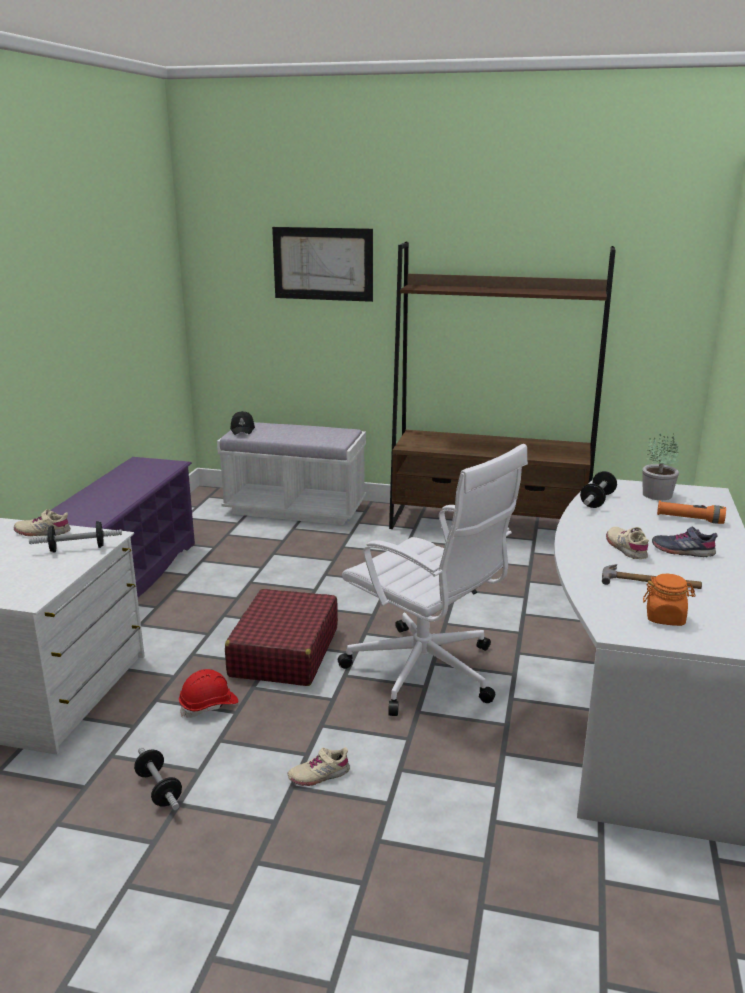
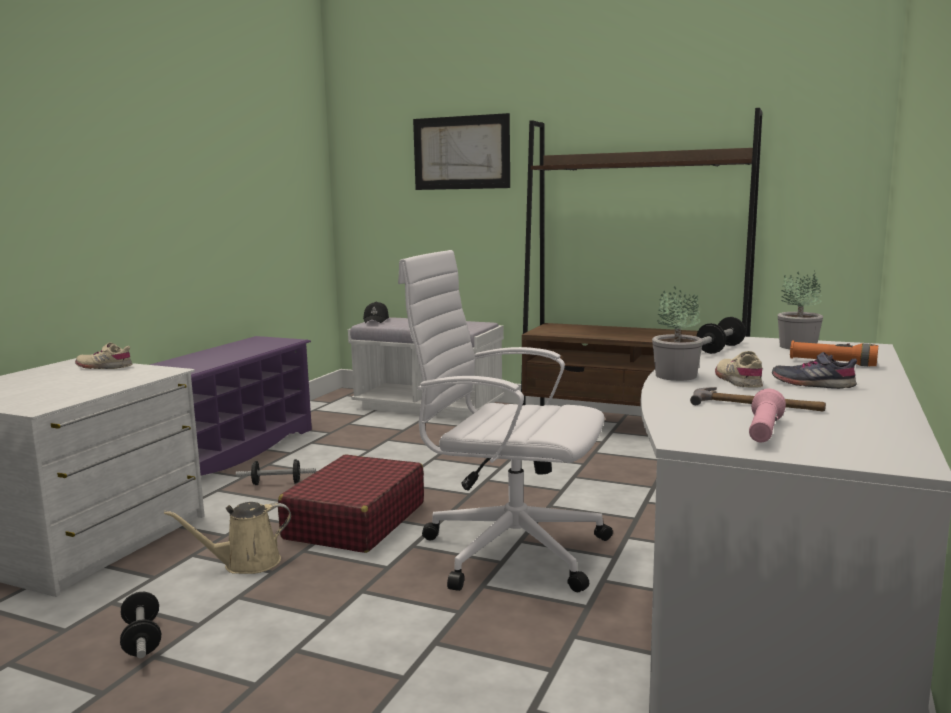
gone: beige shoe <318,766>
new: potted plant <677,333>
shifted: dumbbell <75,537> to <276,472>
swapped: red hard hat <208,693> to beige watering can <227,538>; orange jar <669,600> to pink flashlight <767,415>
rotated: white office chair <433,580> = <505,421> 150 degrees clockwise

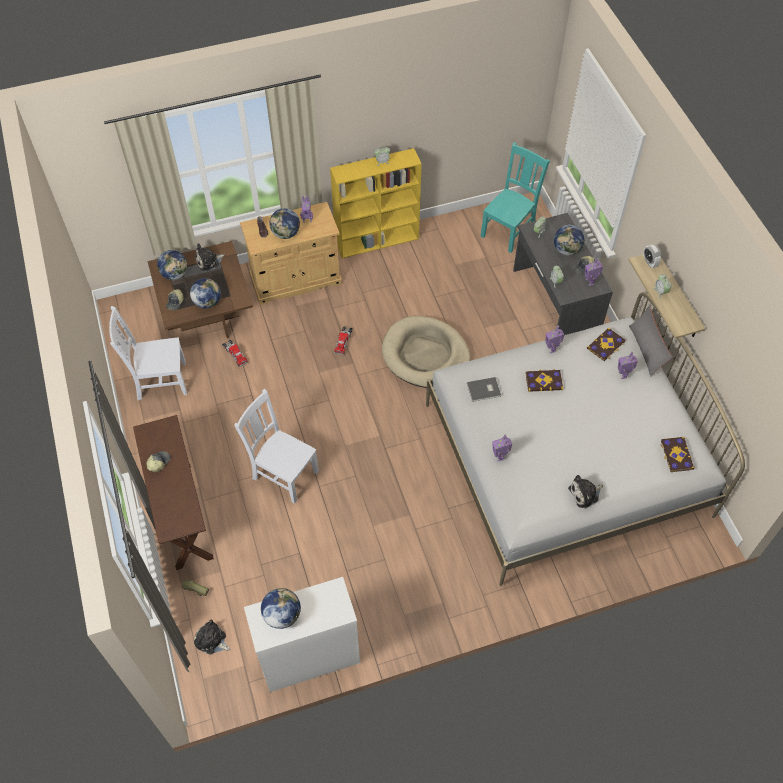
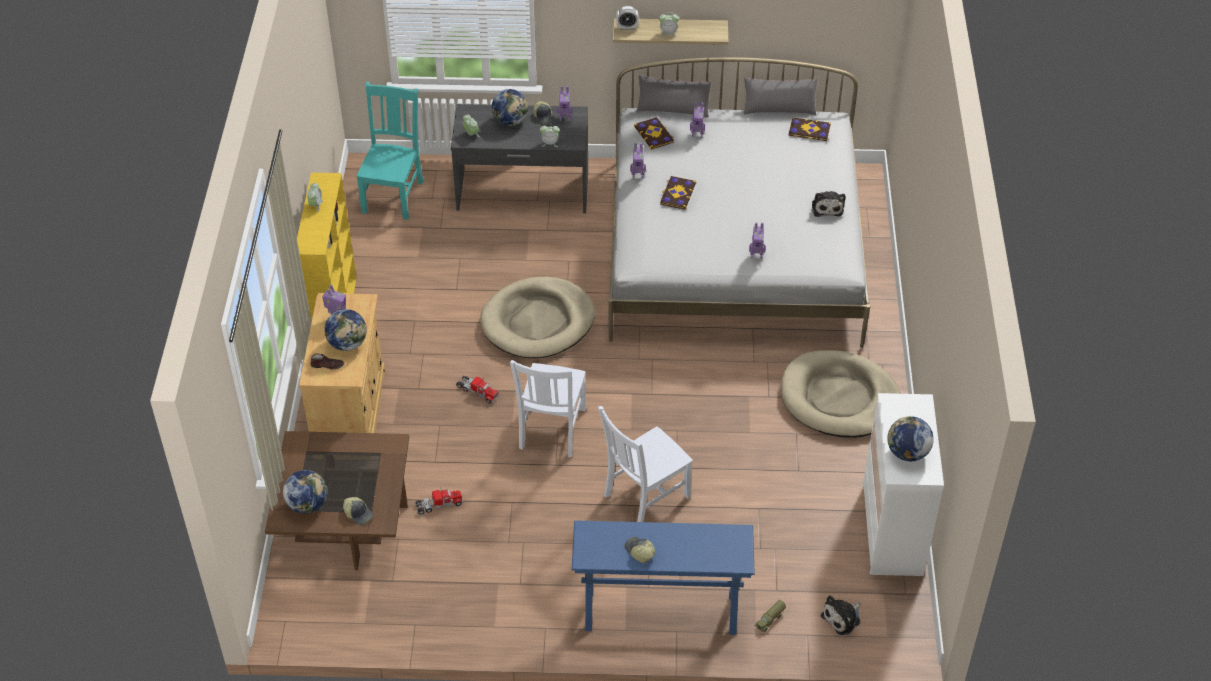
gone: globe <205,293>; plush toy <210,257>; grey book <484,389>
new: grey pillow <780,96>; beige dog bed <840,394>
shifted: white chair <148,353> to <548,408>
repainted: brown console table <173,492> to blue console table <663,577>
rotated: turquoise chair <515,197> = <390,151> 45 degrees clockwise

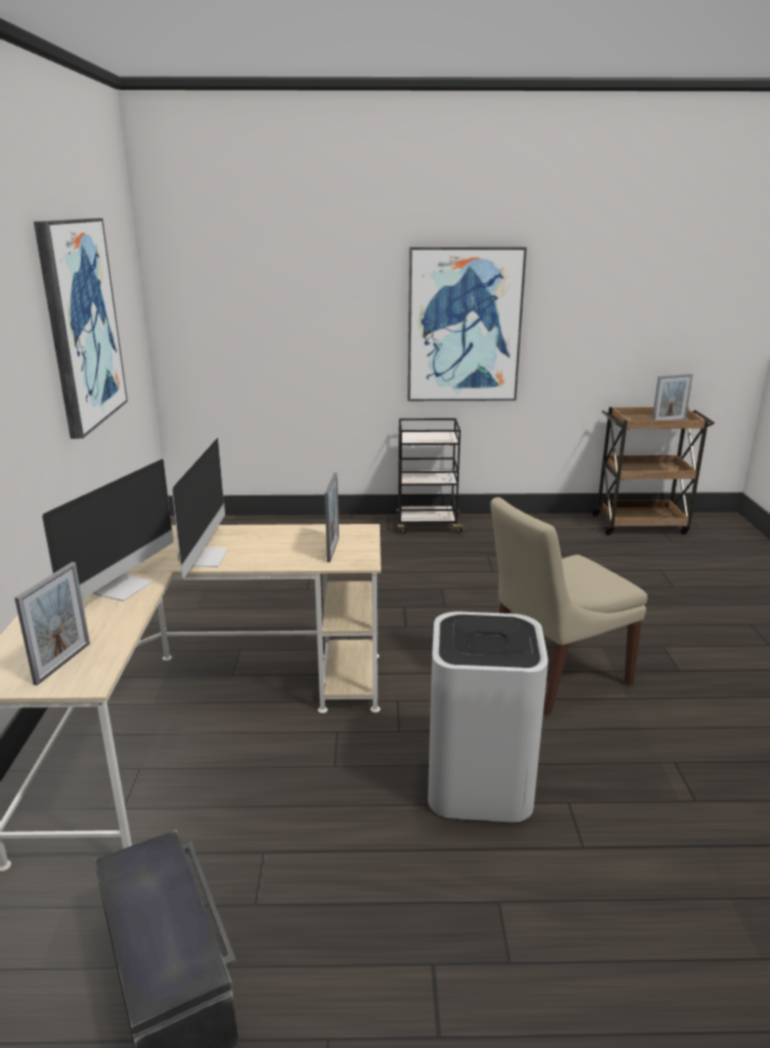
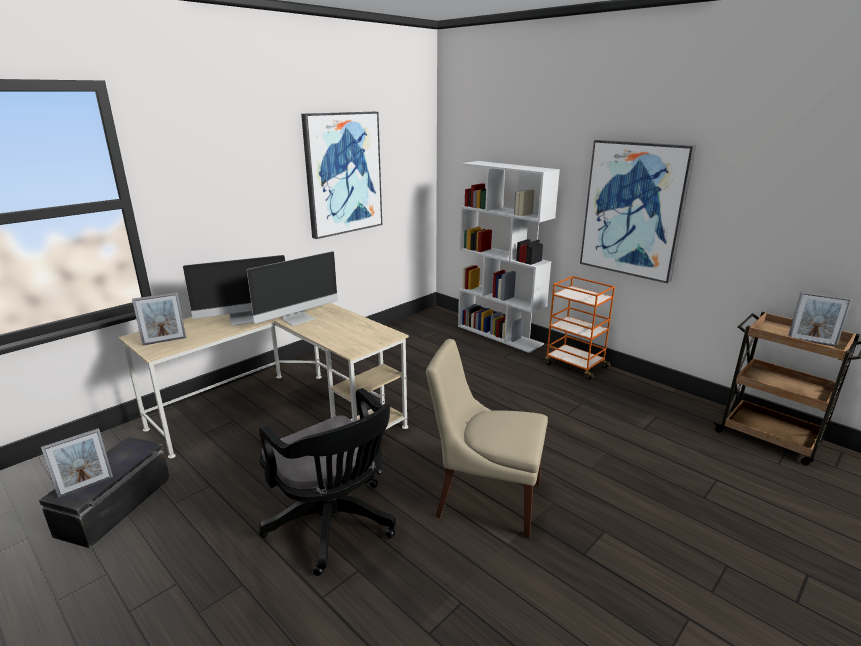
new: white bookcase <509,257>
shifted: picture frame <332,517> to <77,463>
swapped: white trash can <488,716> to black office chair <327,482>
repainted: black cart <430,476> to orange cart <580,328>

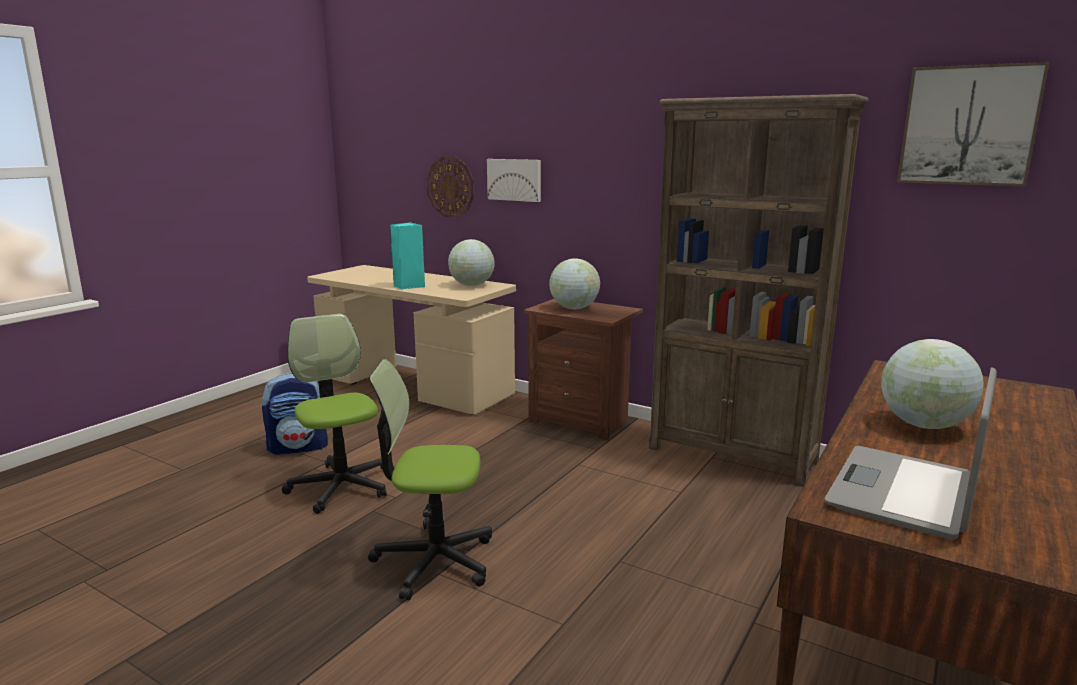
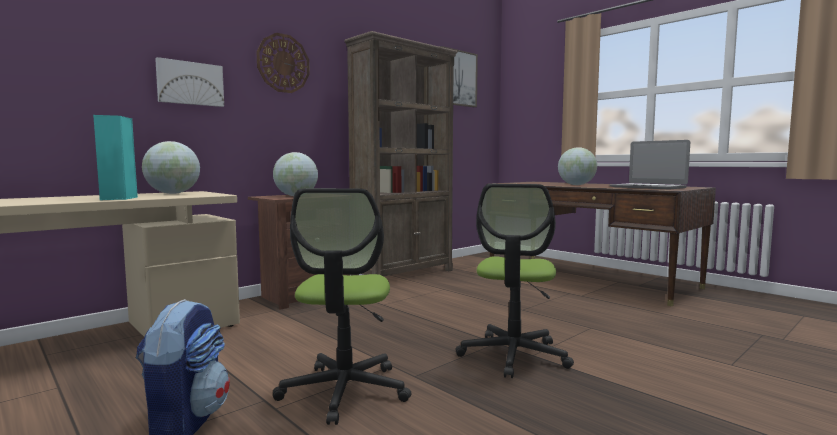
shifted: wall clock <450,187> to <283,63>
rotated: office chair <334,413> = <342,306> 75 degrees counterclockwise

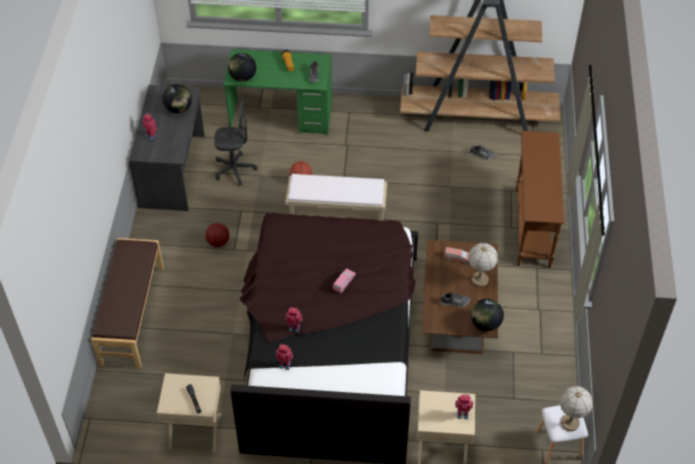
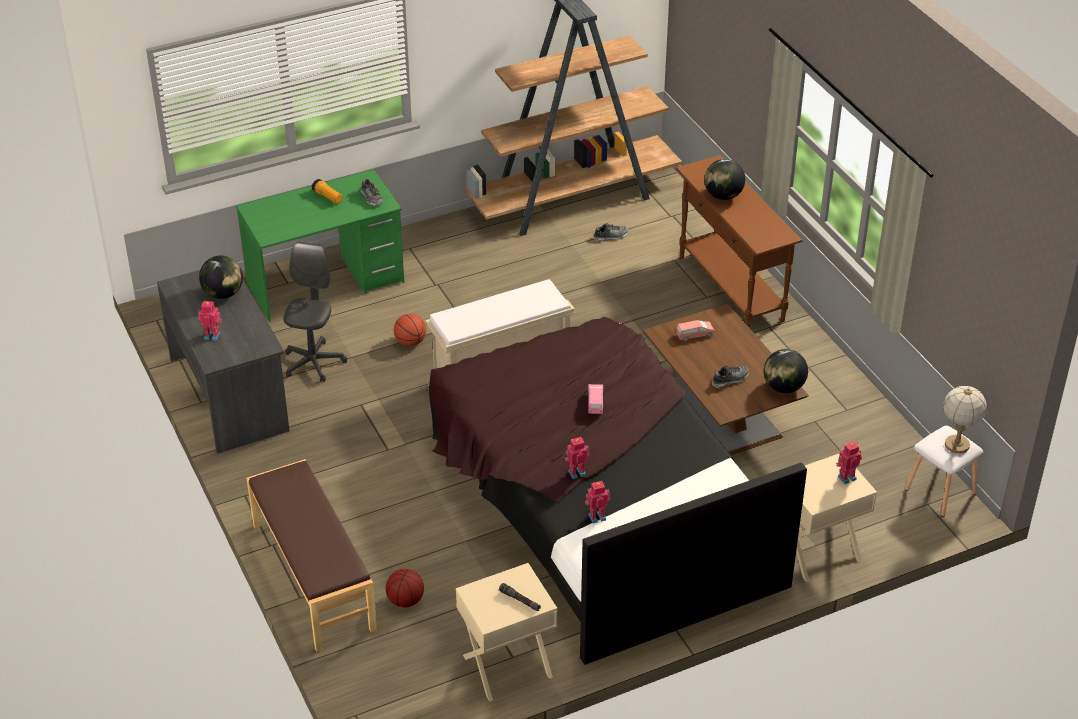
gone: table lamp <483,265>
shifted: basketball <217,235> to <405,588>; globe <242,67> to <724,179>
rotated: grey office chair <235,142> = <315,312> 45 degrees counterclockwise

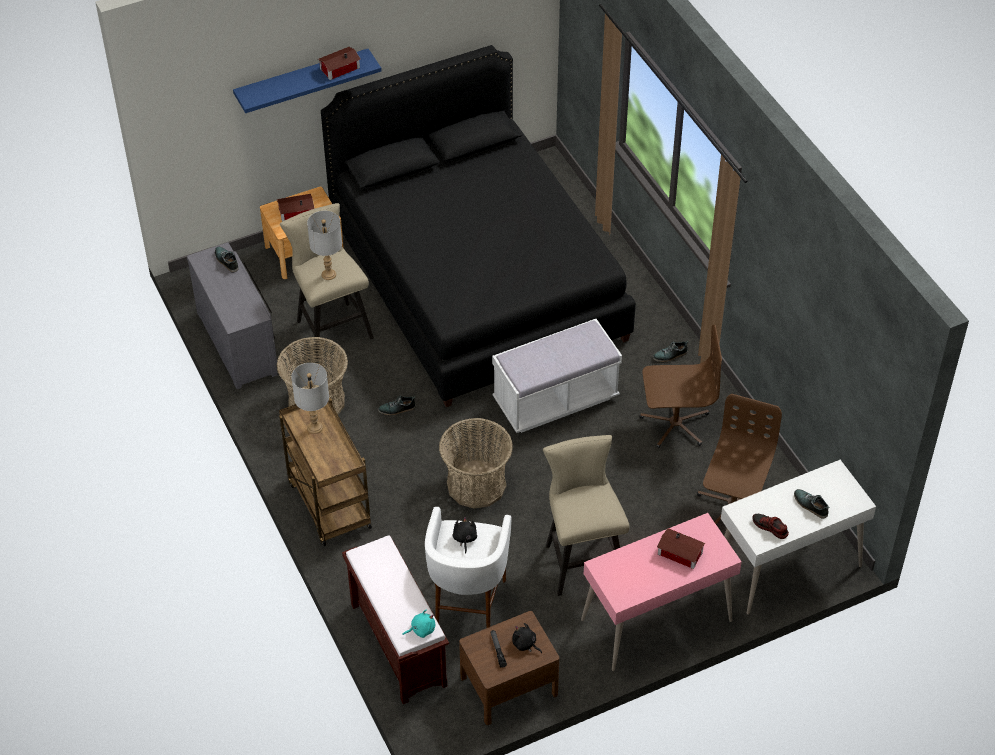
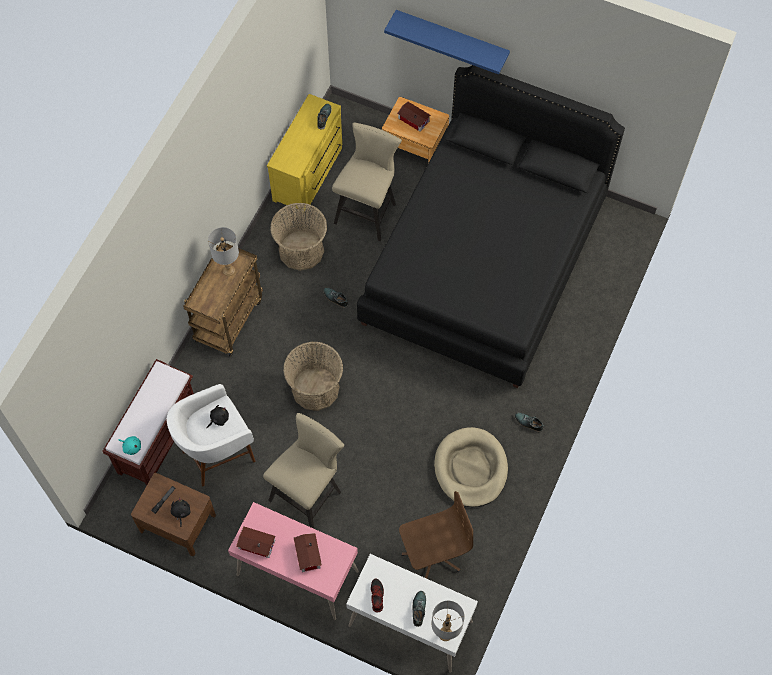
gone: white bench <557,376>
shifted: toy house <339,63> to <256,542>; grey table lamp <324,245> to <448,621>
swapped: brown office chair <681,386> to beige dog bed <471,467>
repainted: grey dresser <232,315> to yellow dresser <304,152>

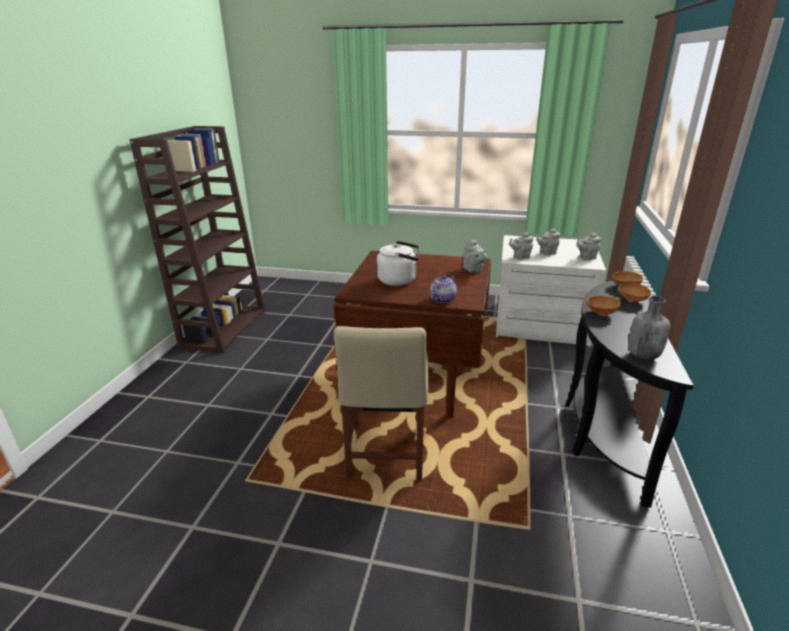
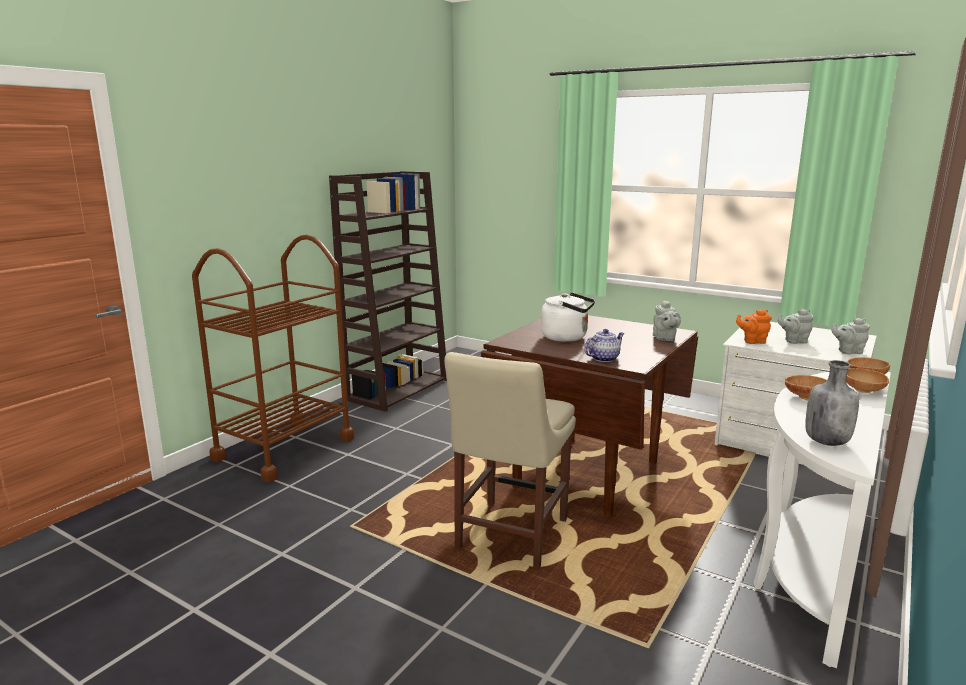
new: brown cart <273,358>
repainted: grey teapot <521,246> to orange teapot <754,326>; black console table <629,394> to white console table <822,520>

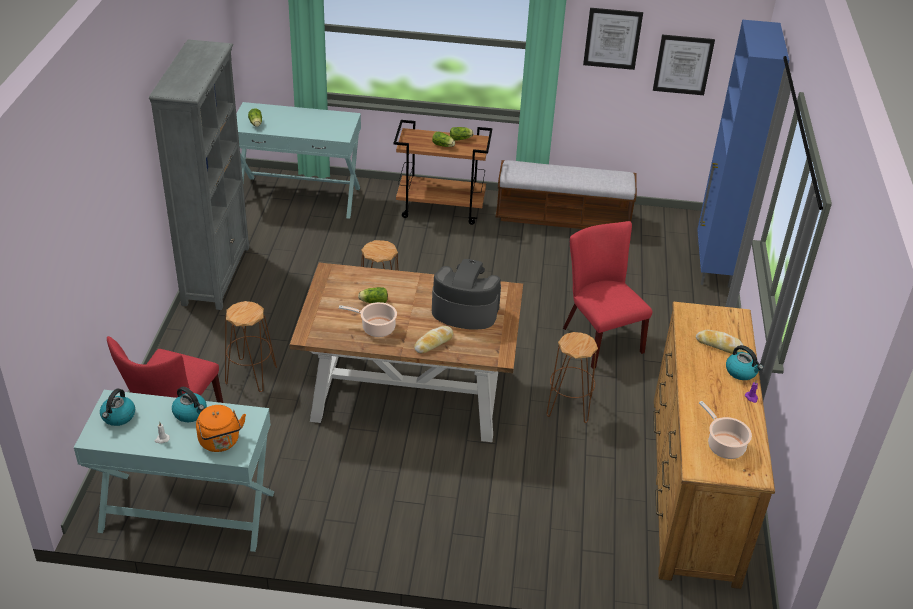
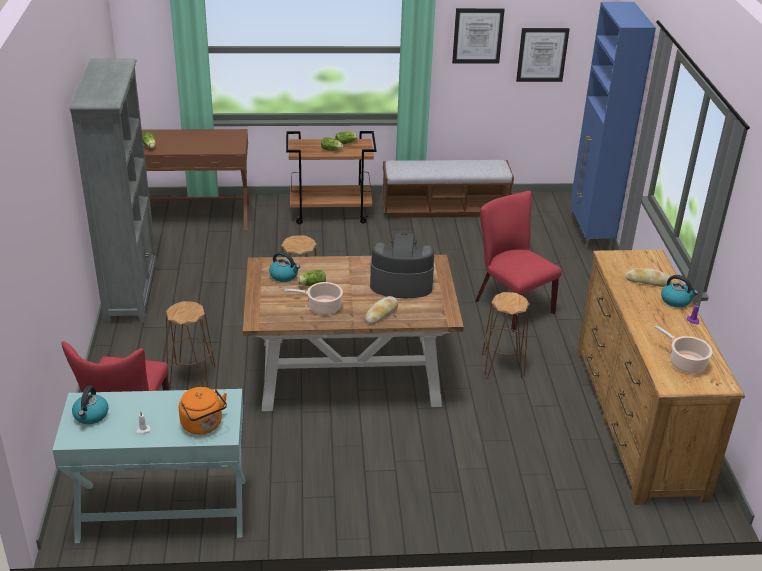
shifted: kettle <189,404> to <284,267>
repainted: turquoise console table <298,160> to brown console table <195,179>

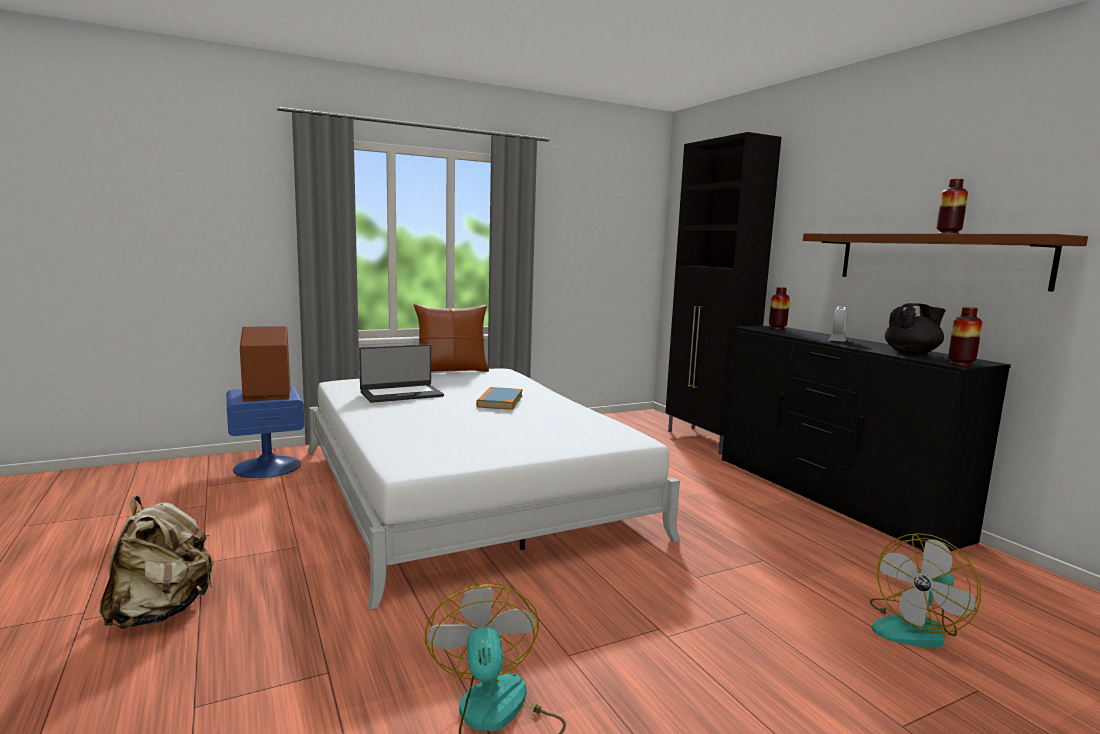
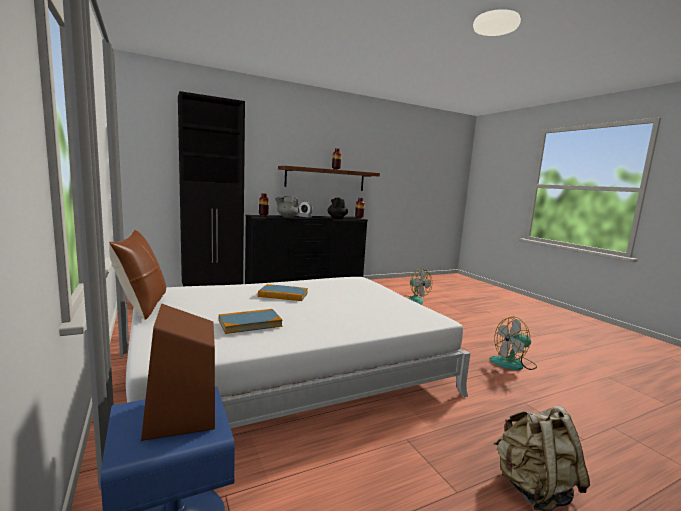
new: grey teapot <287,207>
swapped: laptop <401,373> to book <251,321>

